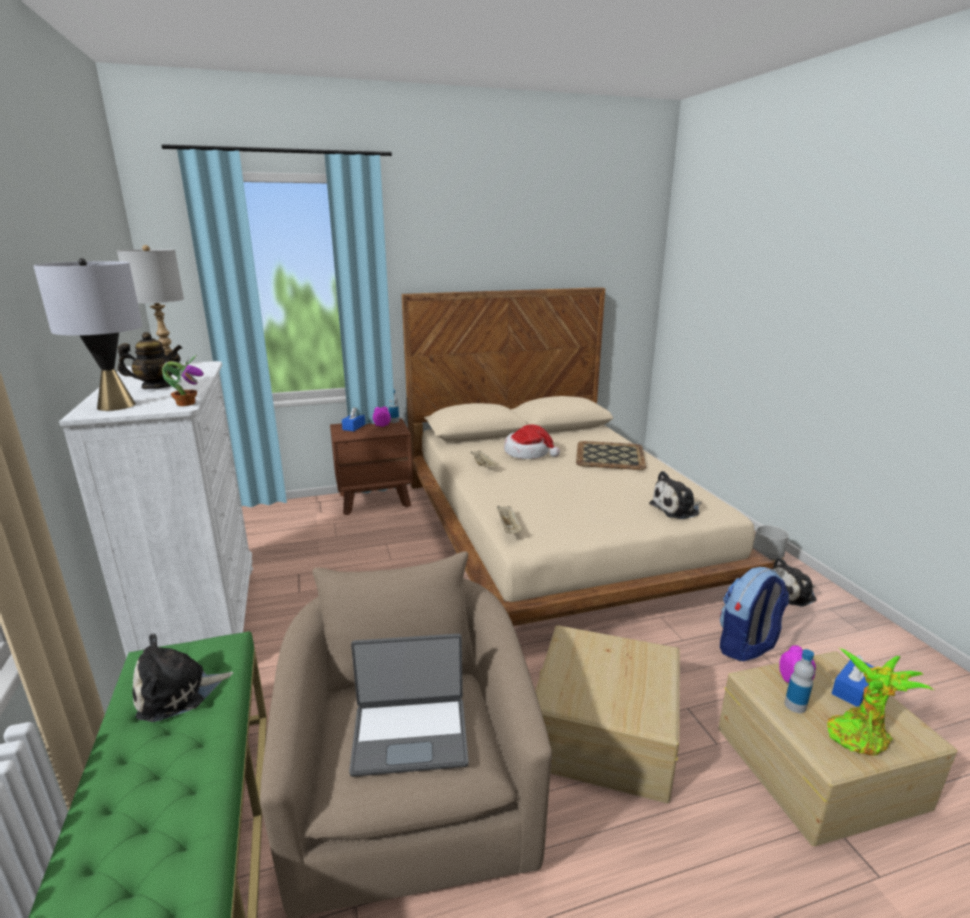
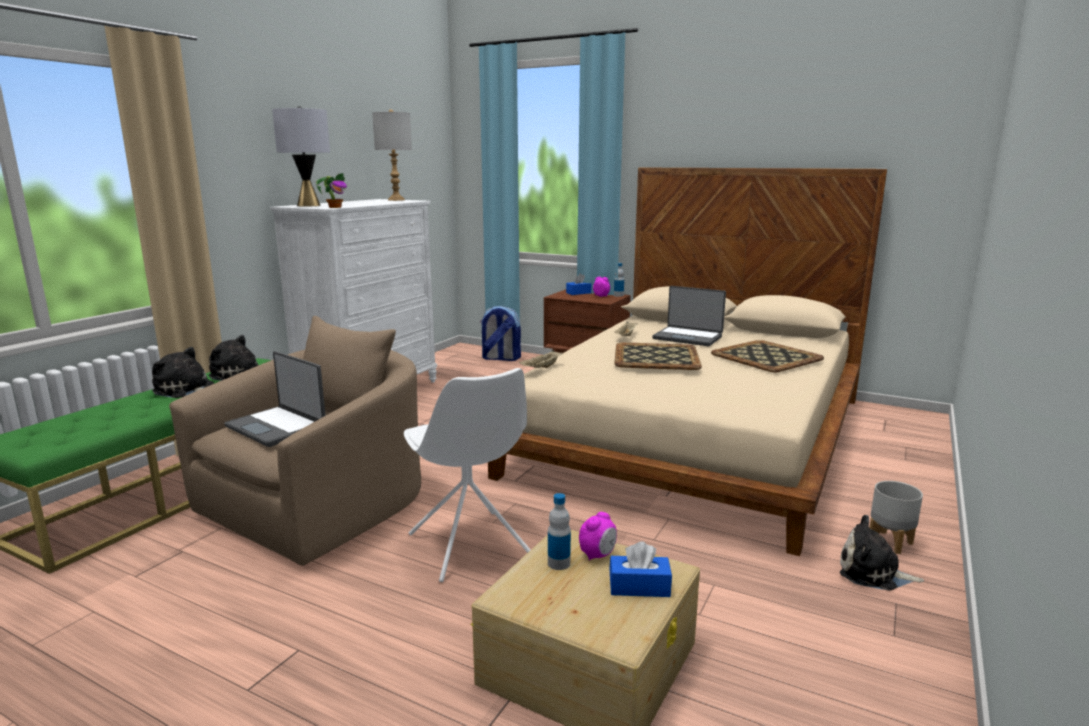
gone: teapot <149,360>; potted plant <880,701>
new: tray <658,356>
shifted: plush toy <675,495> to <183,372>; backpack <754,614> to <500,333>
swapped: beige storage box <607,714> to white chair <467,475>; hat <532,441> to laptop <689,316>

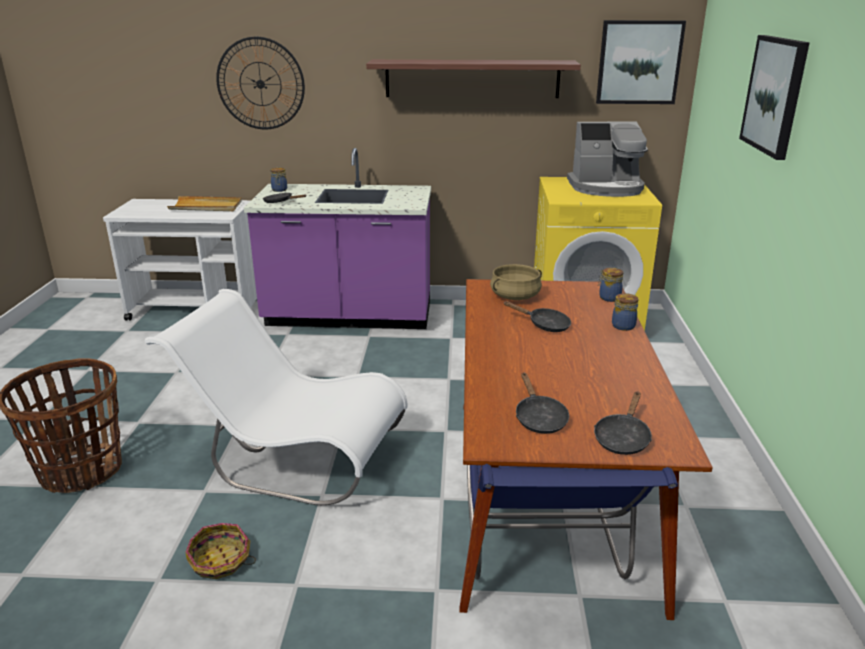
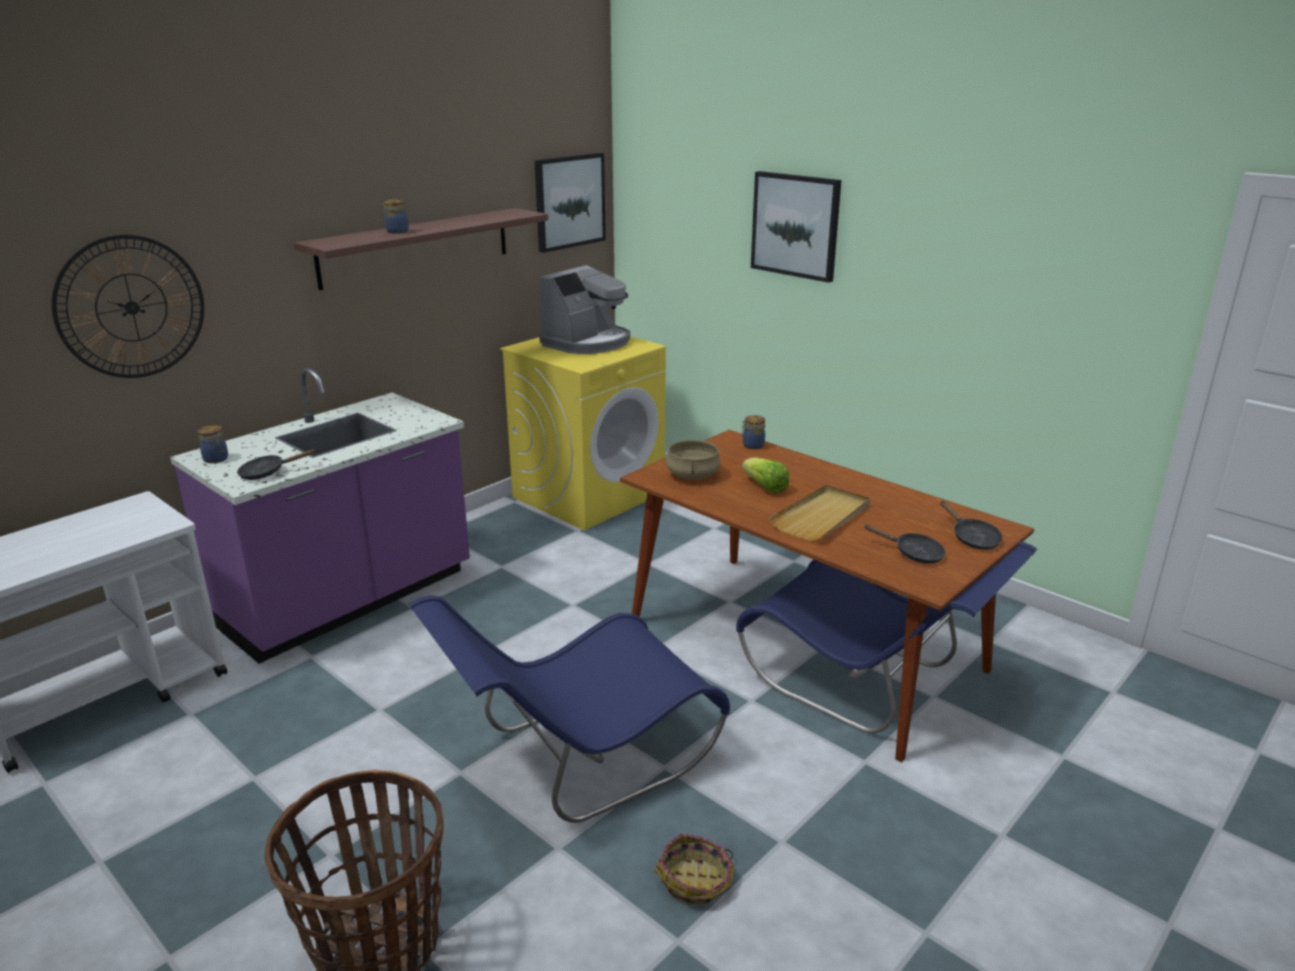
shifted: jar <625,312> to <396,217>; beige tray <204,203> to <819,513>
swapped: black frying pan <537,316> to lettuce <765,475>
repainted: white chair <276,397> to blue chair <569,709>

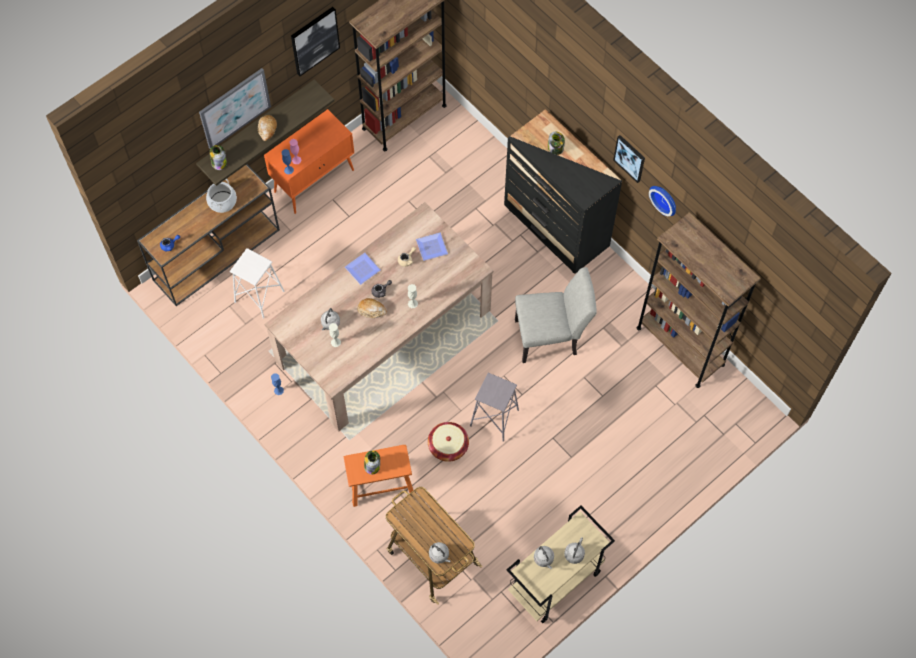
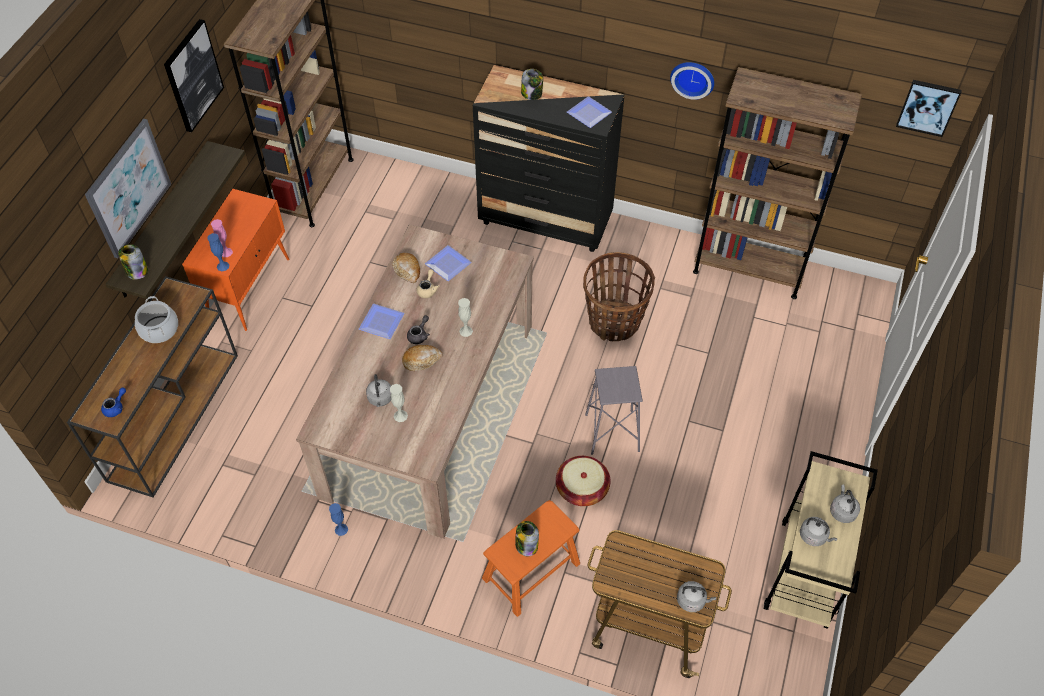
gone: white stool <257,283>
new: plate <589,112>
shifted: bread <267,128> to <406,268>; picture <629,159> to <929,108>
swapped: grey chair <556,315> to basket <619,296>

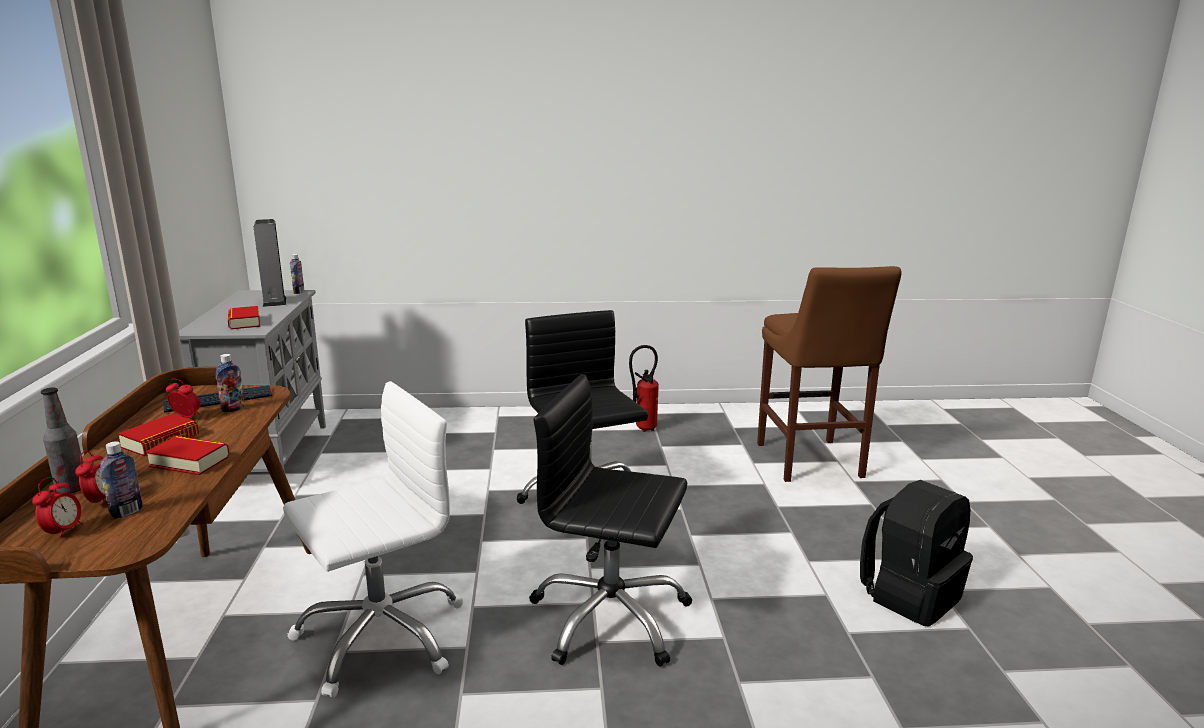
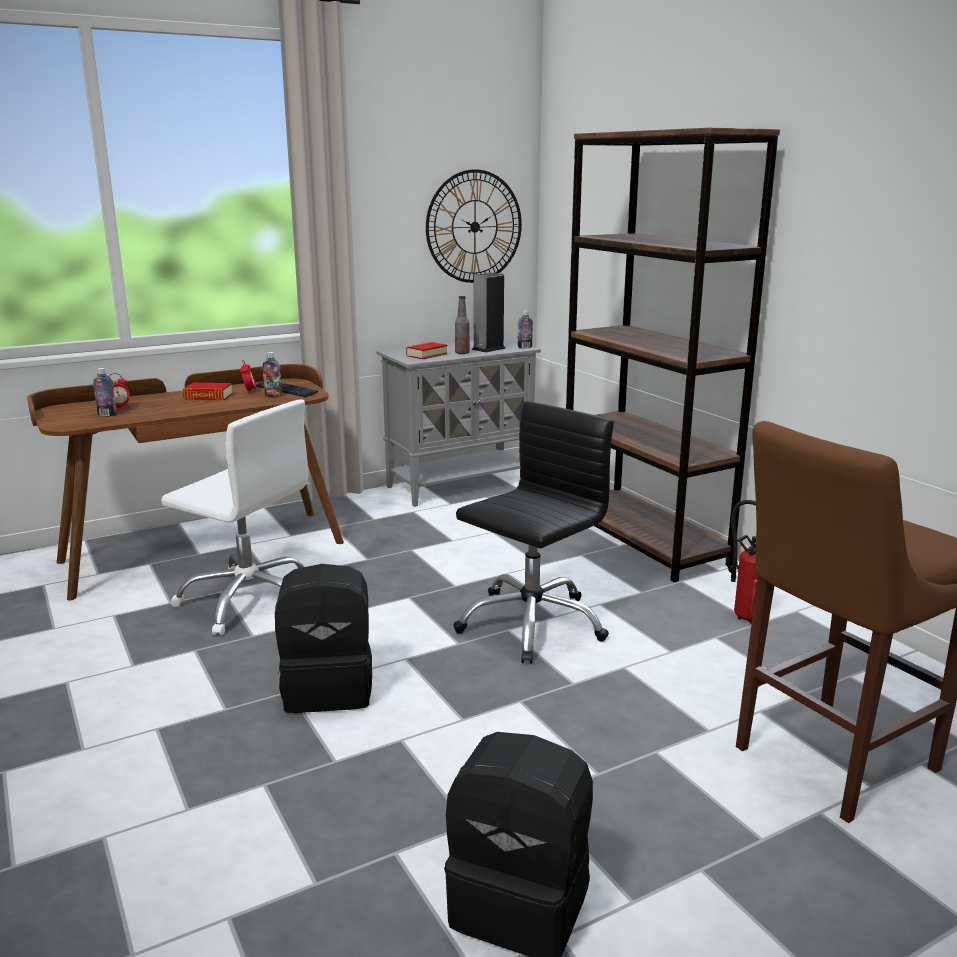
gone: alarm clock <57,508>; book <187,455>
new: wall clock <474,226>; brown bookcase <673,355>
shifted: bottle <62,440> to <462,325>
swapped: black office chair <611,520> to black backpack <323,638>

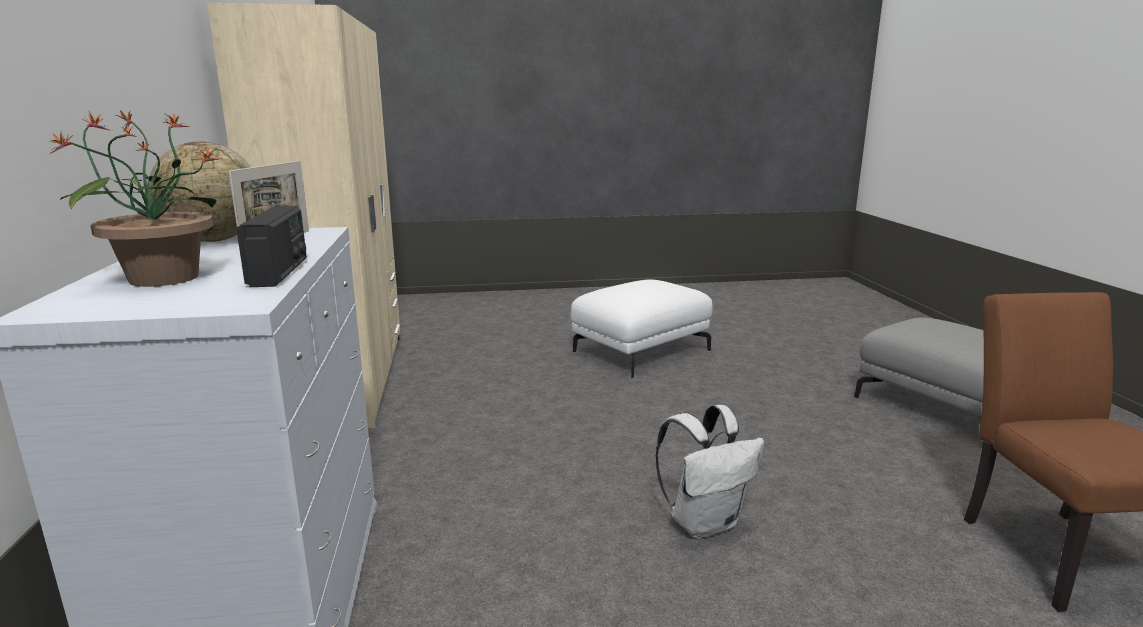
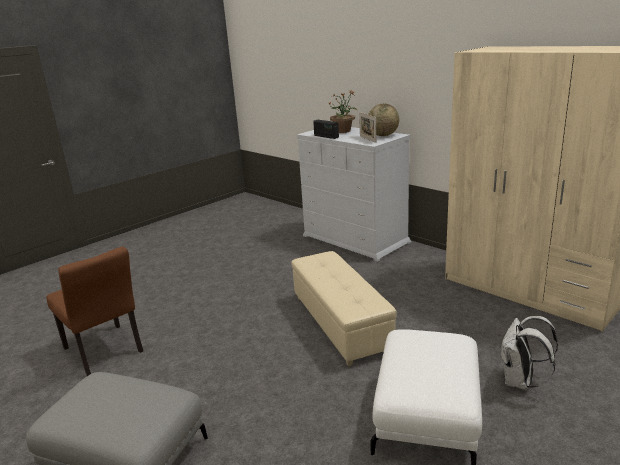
new: beige ottoman <344,308>
shifted: white backpack <710,472> to <529,353>

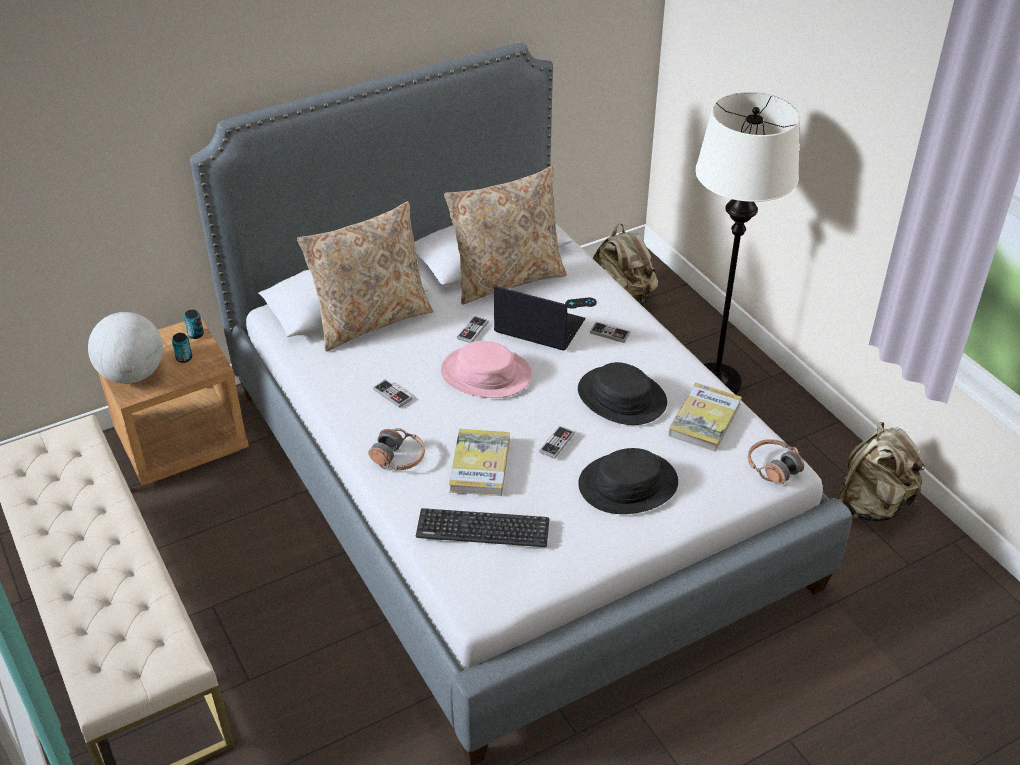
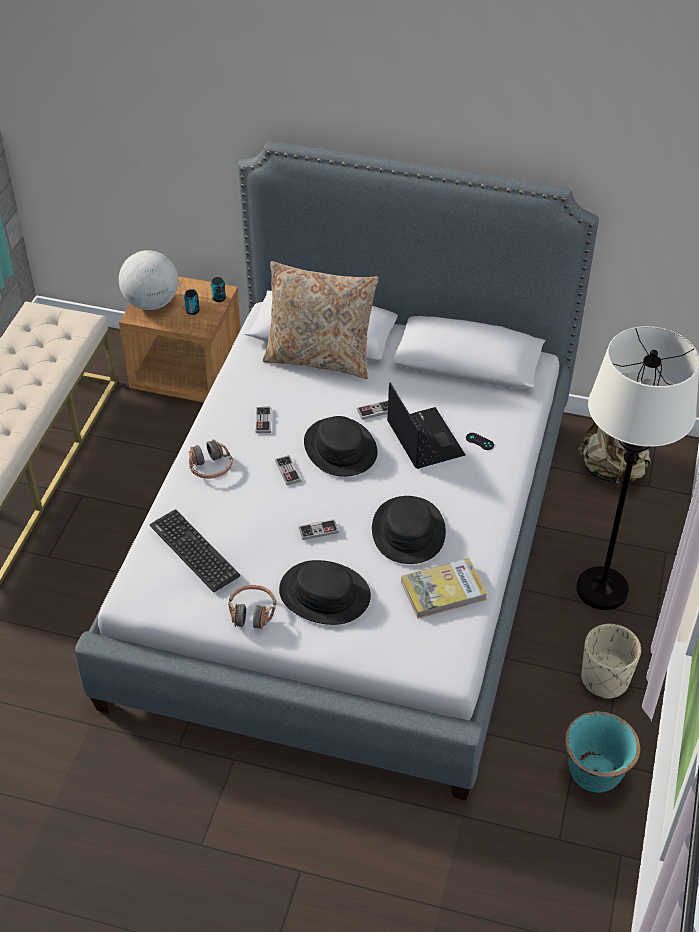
gone: beige pillow <505,235>; book <479,462>
new: beige planter <611,661>
shifted: headphones <776,461> to <252,607>; game controller <610,332> to <288,470>
swapped: beige backpack <881,471> to turquoise planter <602,752>
repainted: pink hat <486,369> to black hat <341,446>

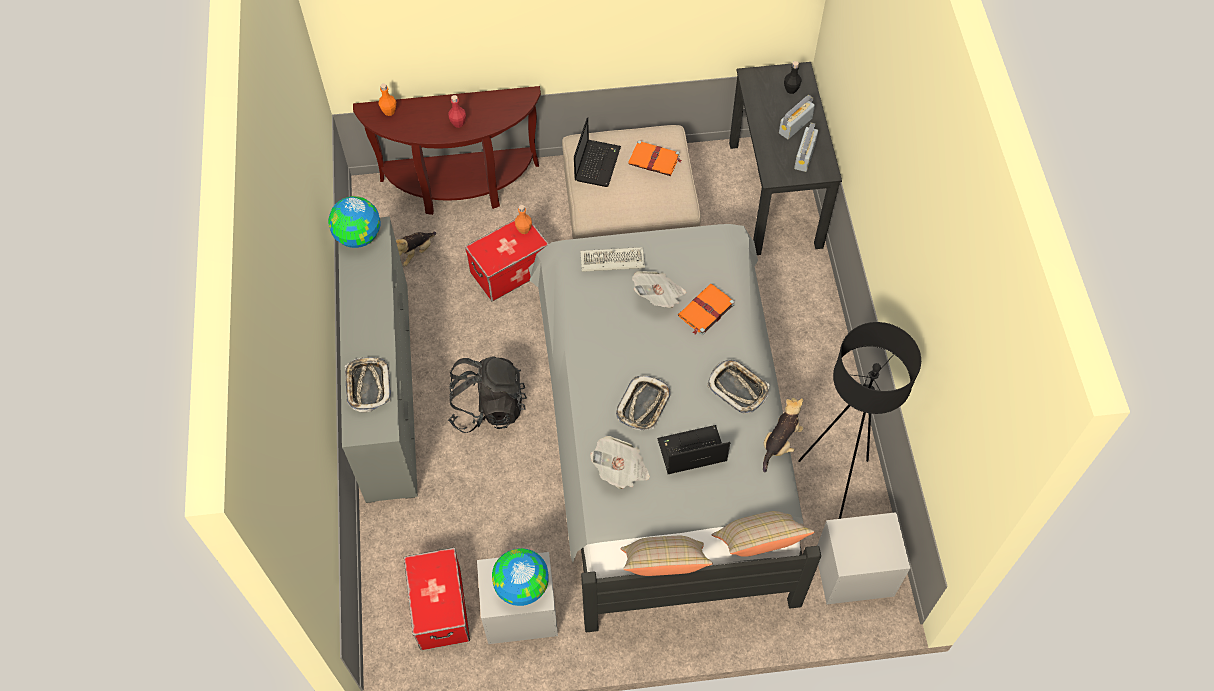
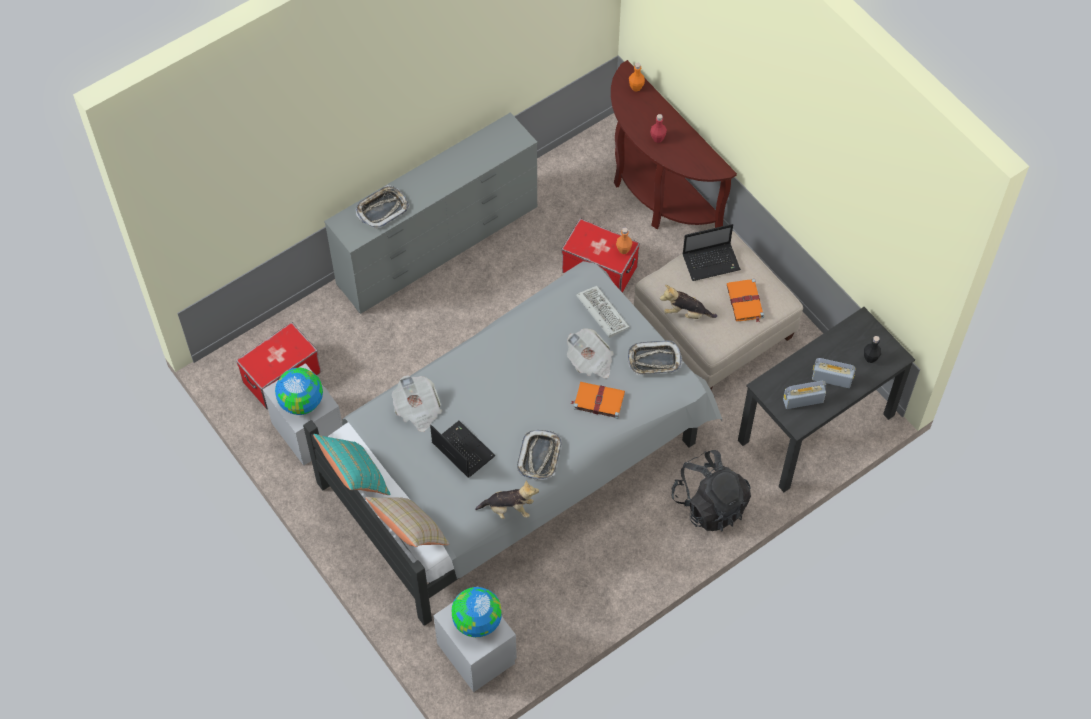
gone: black floor lamp <859,420>
shifted: globe <354,222> to <477,612>; tray <643,403> to <655,357>; plush toy <416,248> to <688,302>; black backpack <487,395> to <711,490>
repainted: beige pillow <666,556> to turquoise pillow <352,464>

